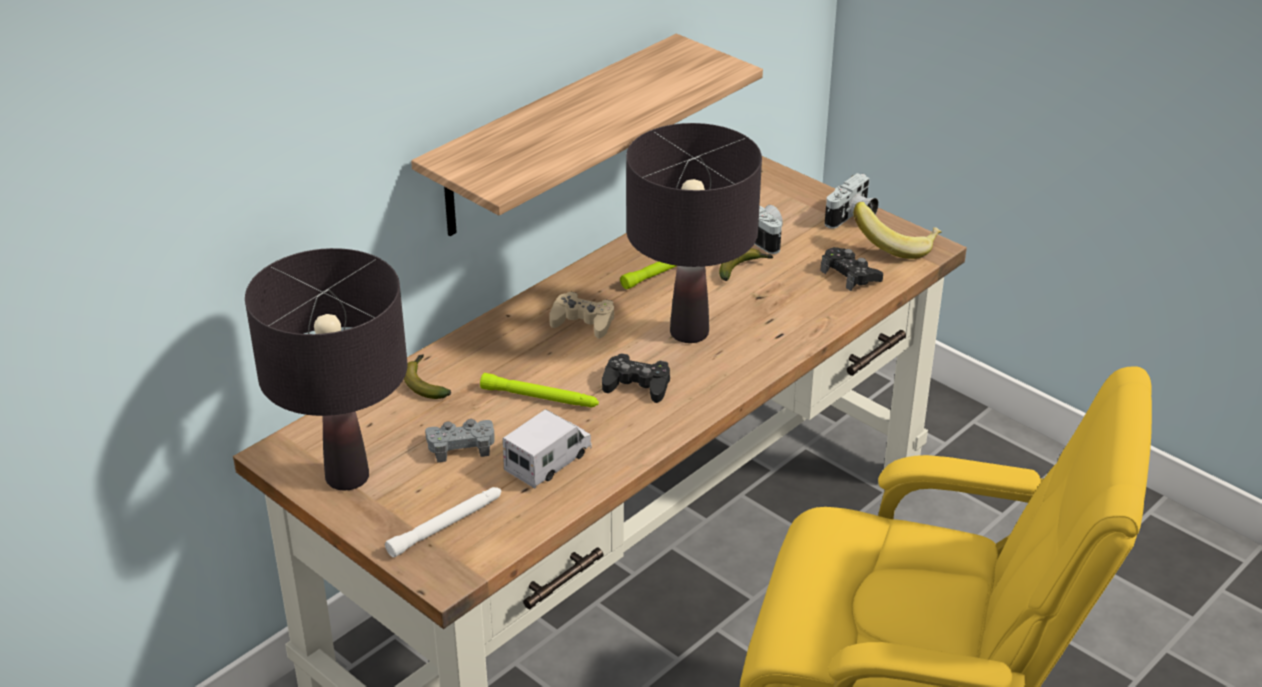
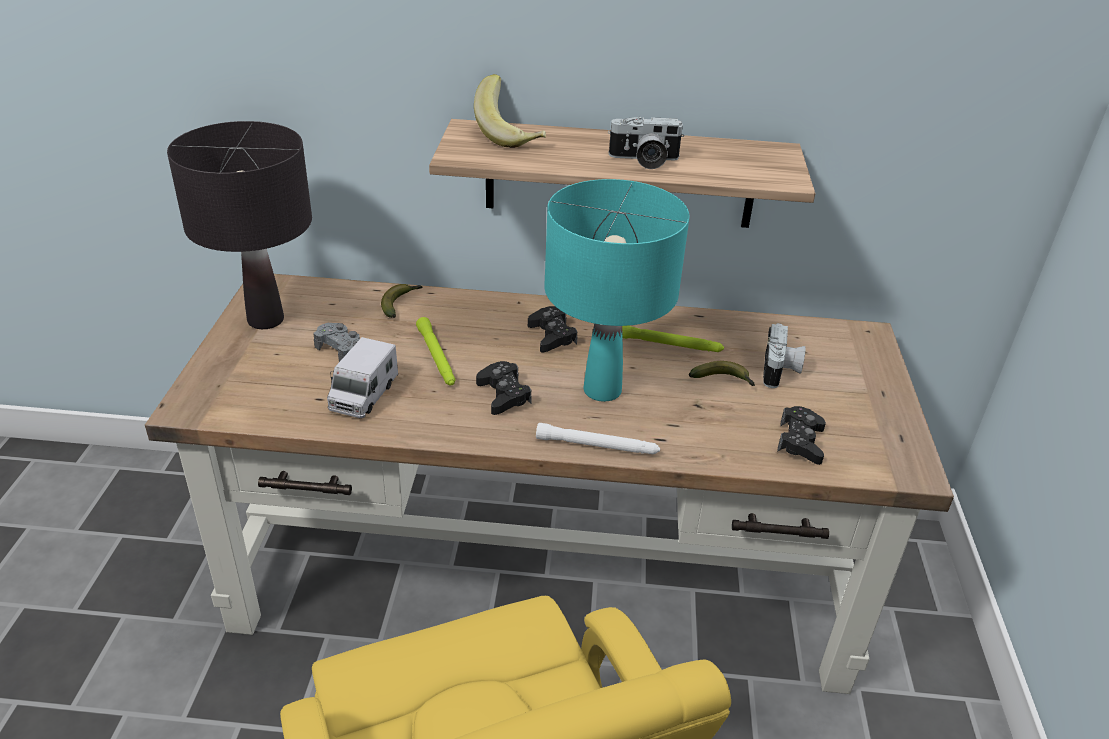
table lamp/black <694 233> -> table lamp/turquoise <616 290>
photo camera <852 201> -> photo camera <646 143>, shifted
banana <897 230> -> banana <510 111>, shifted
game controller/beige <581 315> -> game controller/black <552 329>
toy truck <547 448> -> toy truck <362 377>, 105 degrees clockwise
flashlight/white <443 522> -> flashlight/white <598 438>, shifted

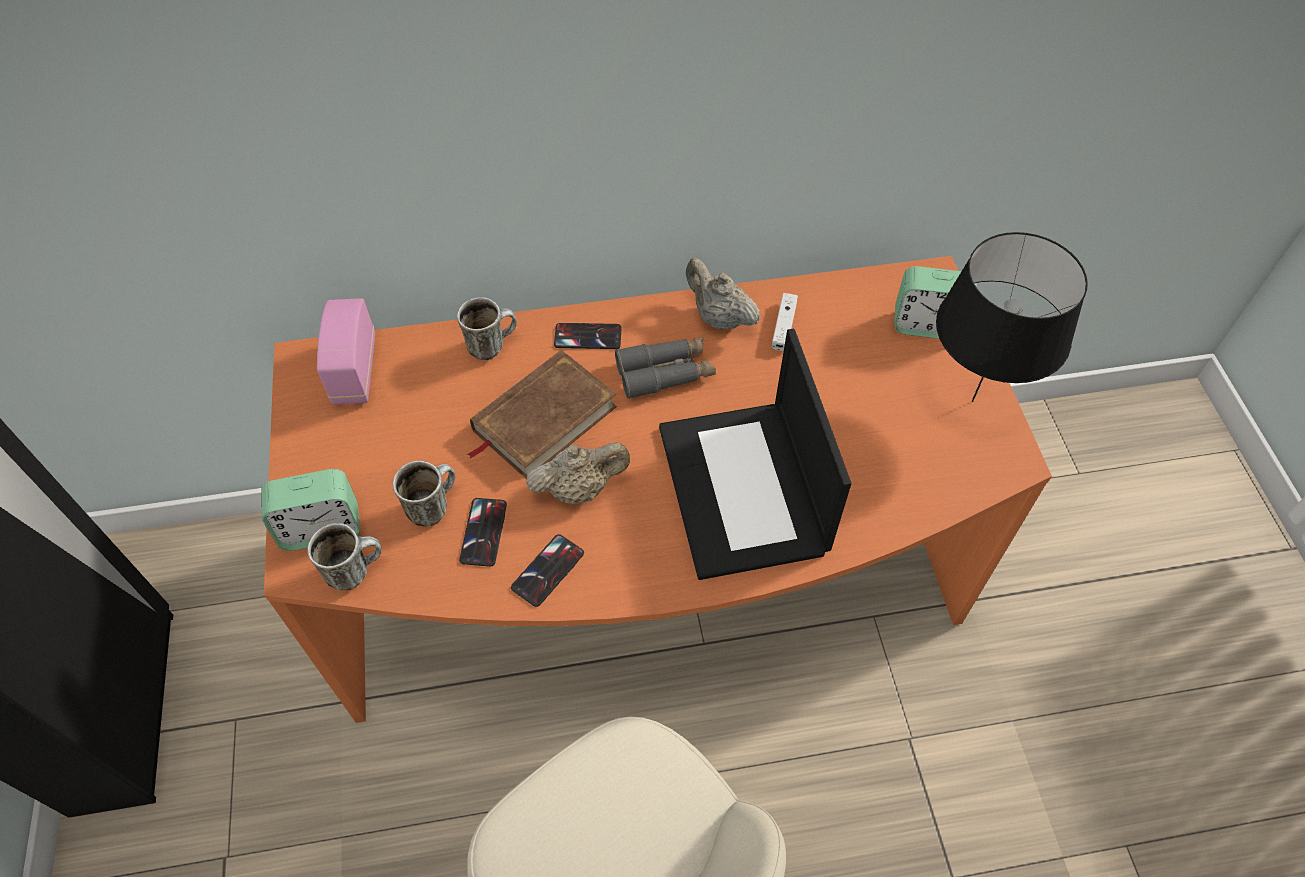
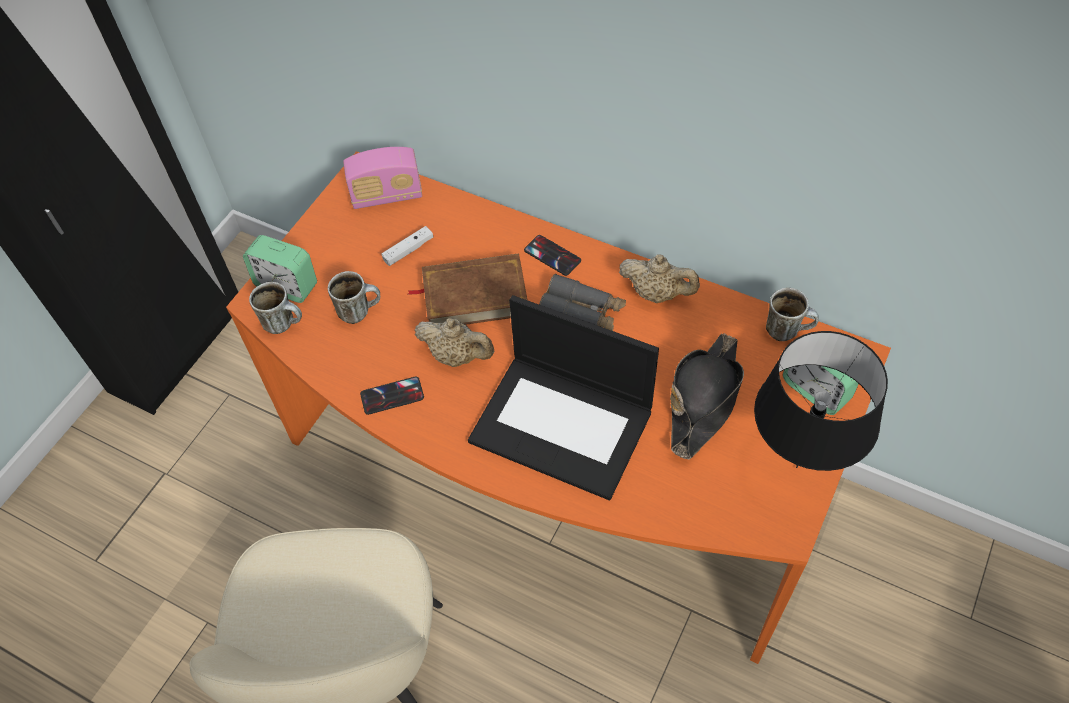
teapot/beige <723 294> -> teapot/beige <659 278>, 120 degrees clockwise
game controller/white <785 322> -> game controller/white <407 246>, shifted
mug <487 328> -> mug <792 314>, shifted
radio <346 351> -> radio <382 178>, 135 degrees counterclockwise
laptop <755 454> -> laptop <563 397>, 90 degrees counterclockwise
phone <483 532> -> none
none -> hat/black <707 396>

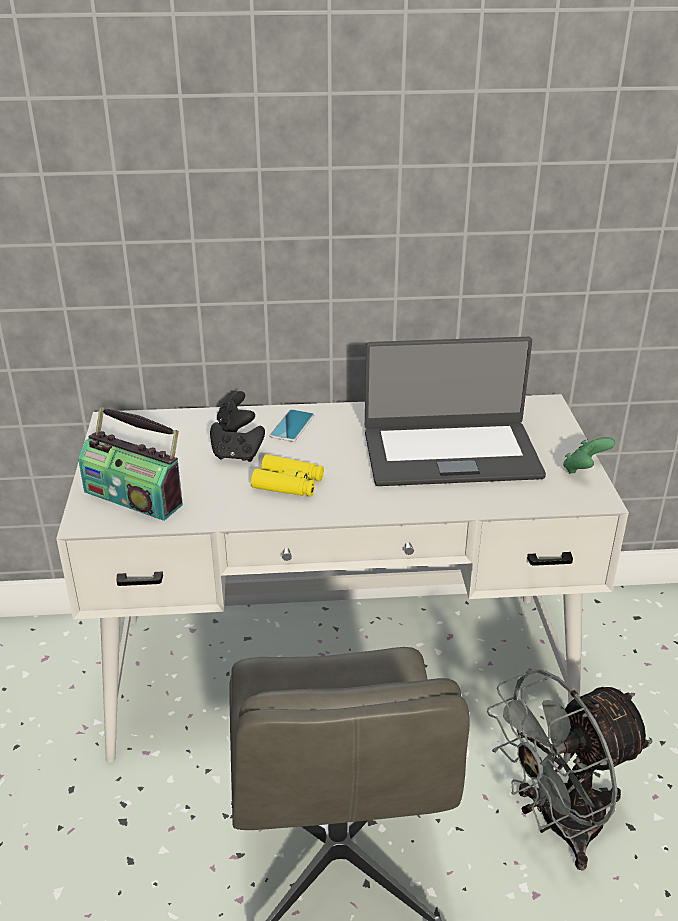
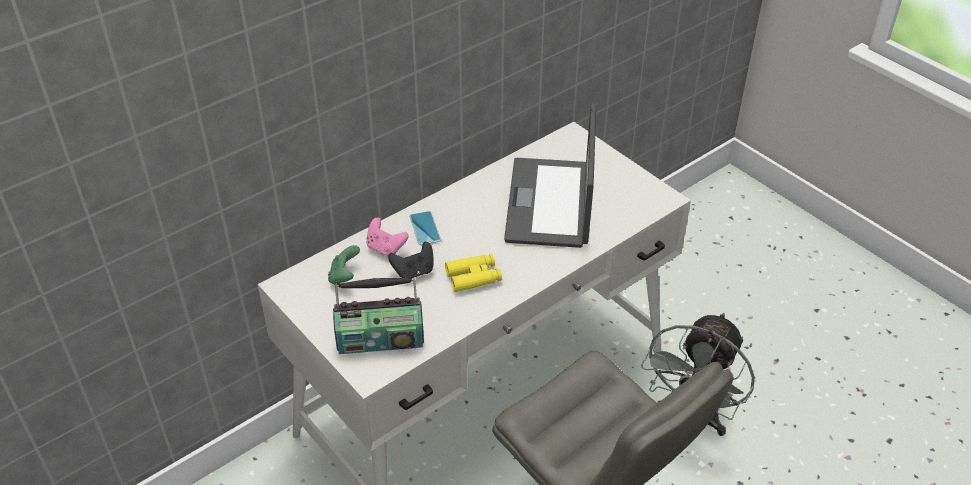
laptop <455 411> -> laptop <550 175>, 135 degrees clockwise
game controller/black <236 411> -> game controller/pink <387 236>
game controller/green <589 455> -> game controller/green <344 265>, shifted

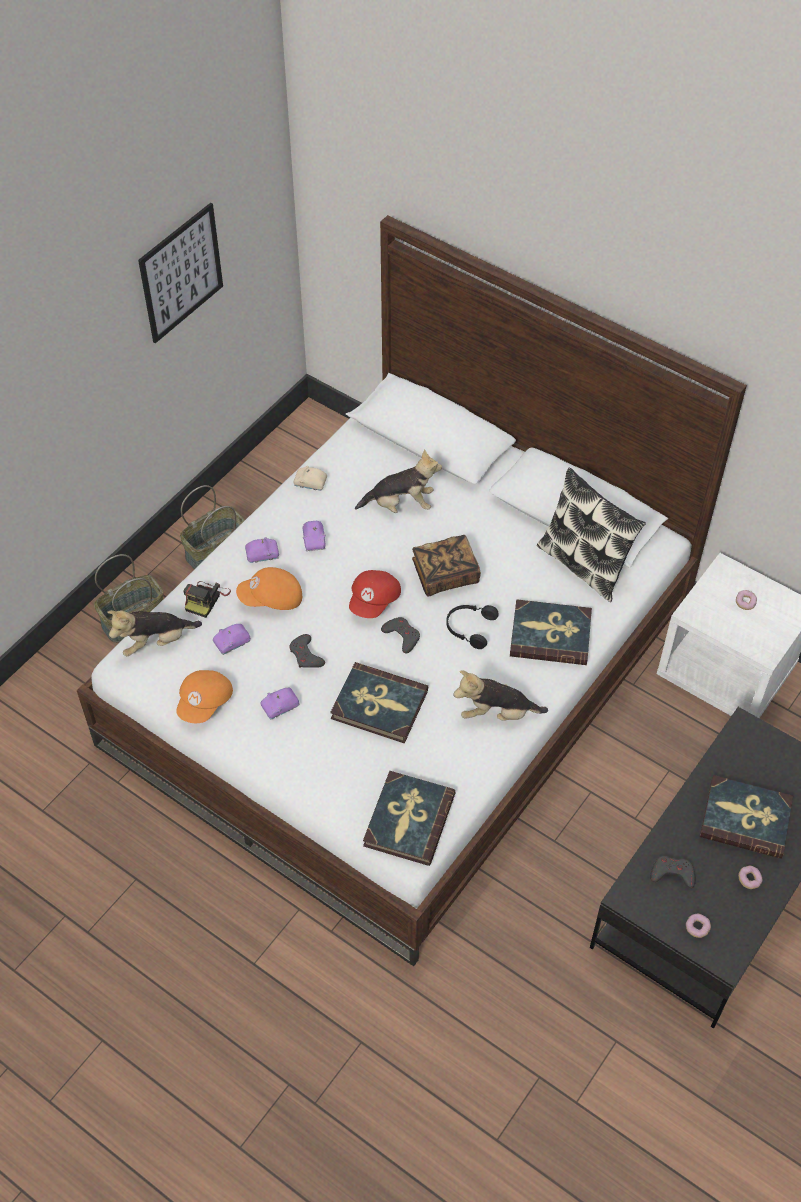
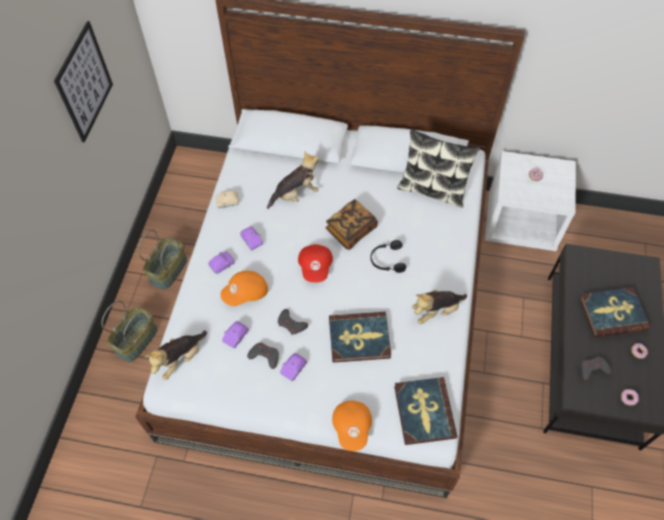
photo camera <207 599> -> none
book <551 632> -> none
game controller/grey <400 635> -> game controller/grey <263 355>, shifted
cap/orange <204 696> -> cap/orange <352 426>, shifted

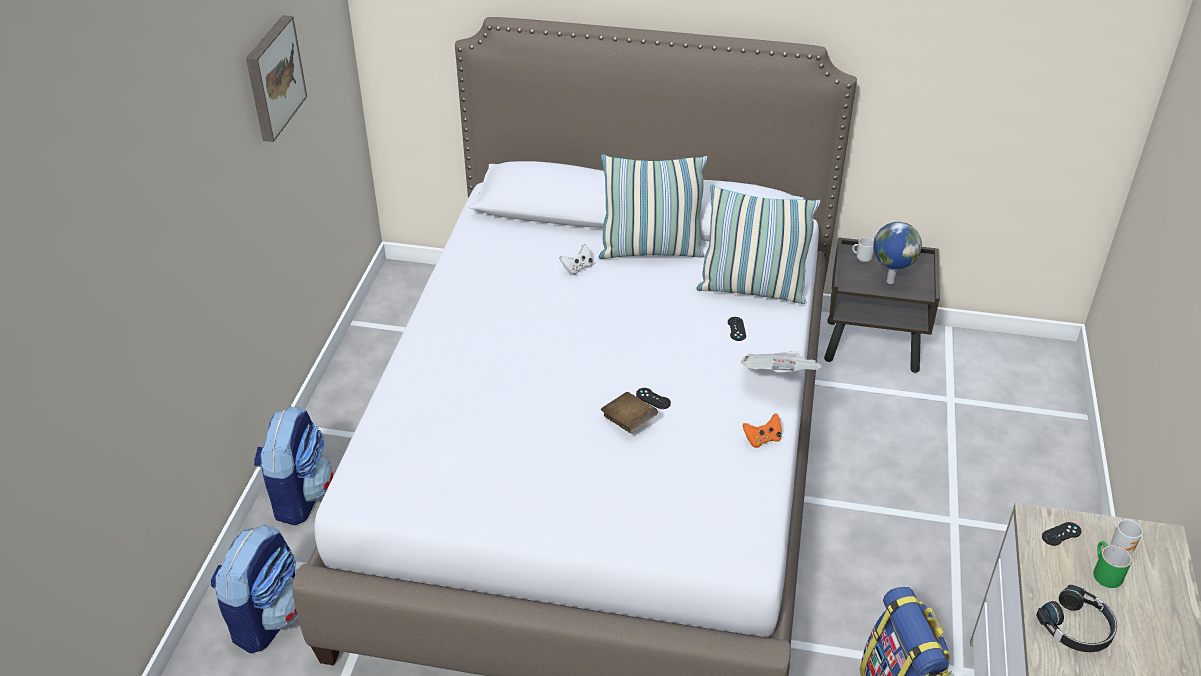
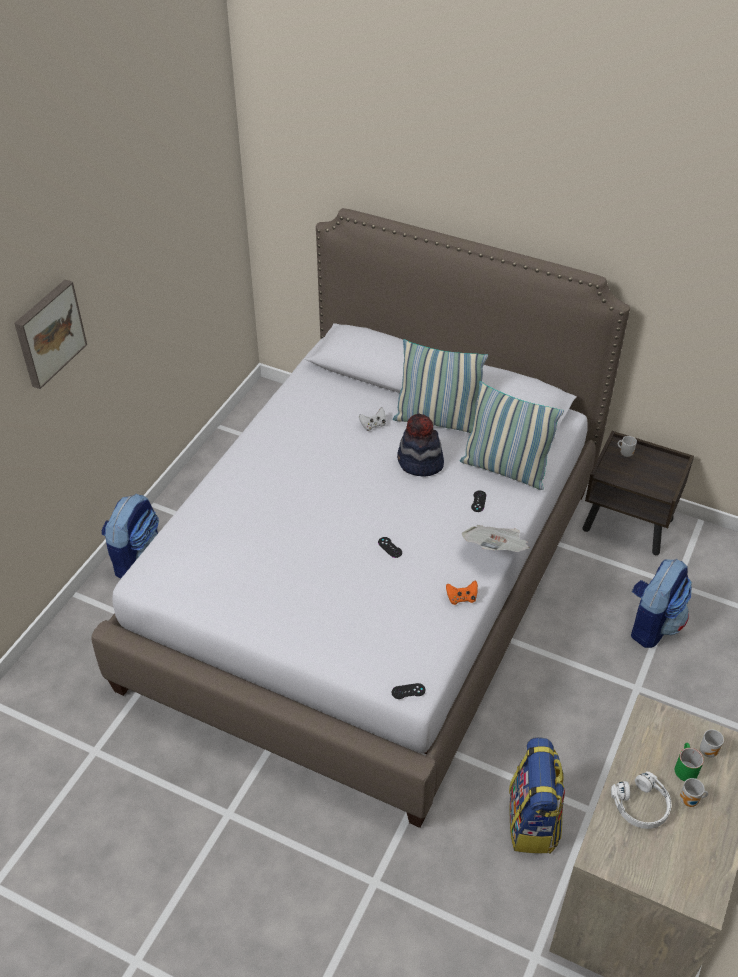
picture <276 78> -> picture <50 334>, shifted
globe <897 253> -> none
book/brown <629 412> -> none
game controller/black <1061 534> -> game controller/black <408 691>, shifted
backpack <254 589> -> backpack <661 603>, shifted
headphones/black <1076 618> -> headphones/white <641 800>
none -> hat <420 445>
none -> mug <694 792>

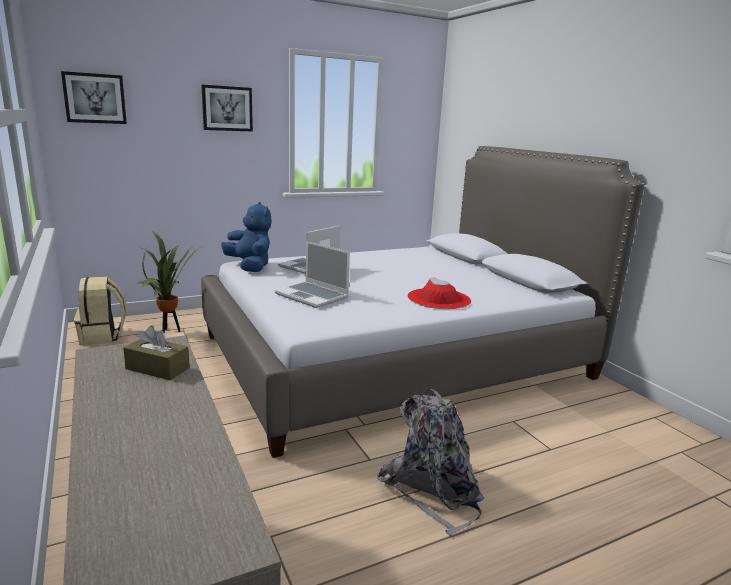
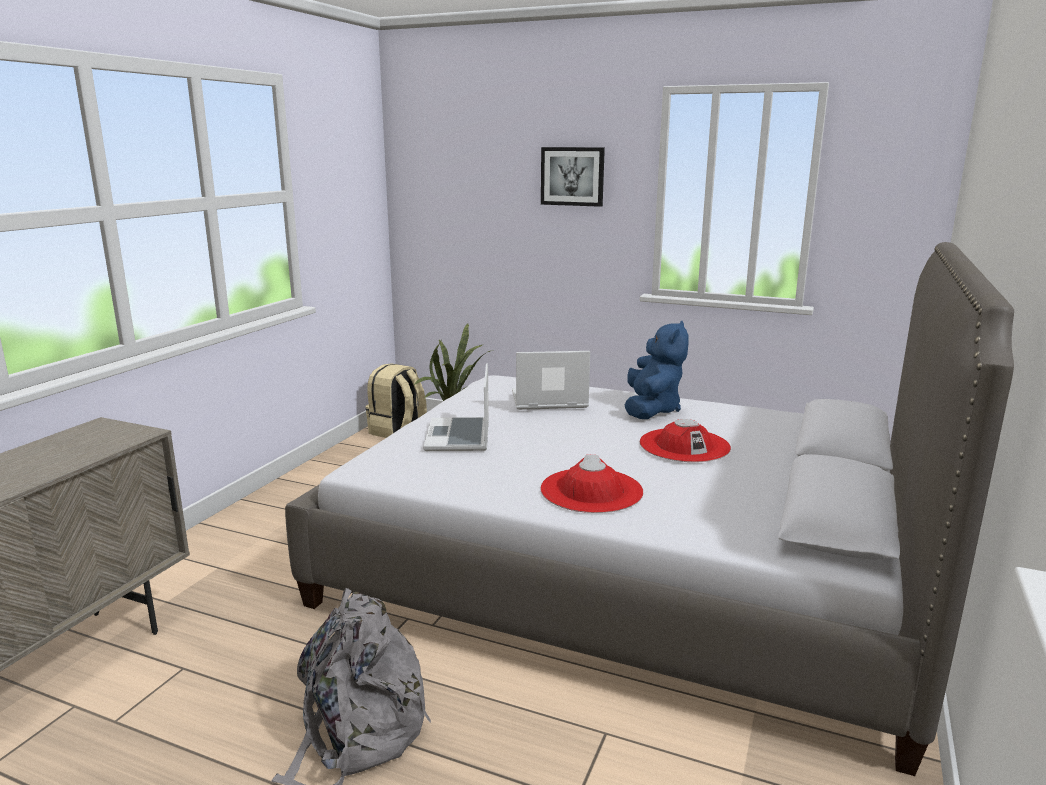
picture <94 97> -> none
plush toy/blue <246 237> -> plush toy/blue <657 370>, shifted
tissue box/brown <156 352> -> none
none -> hat/red <685 440>

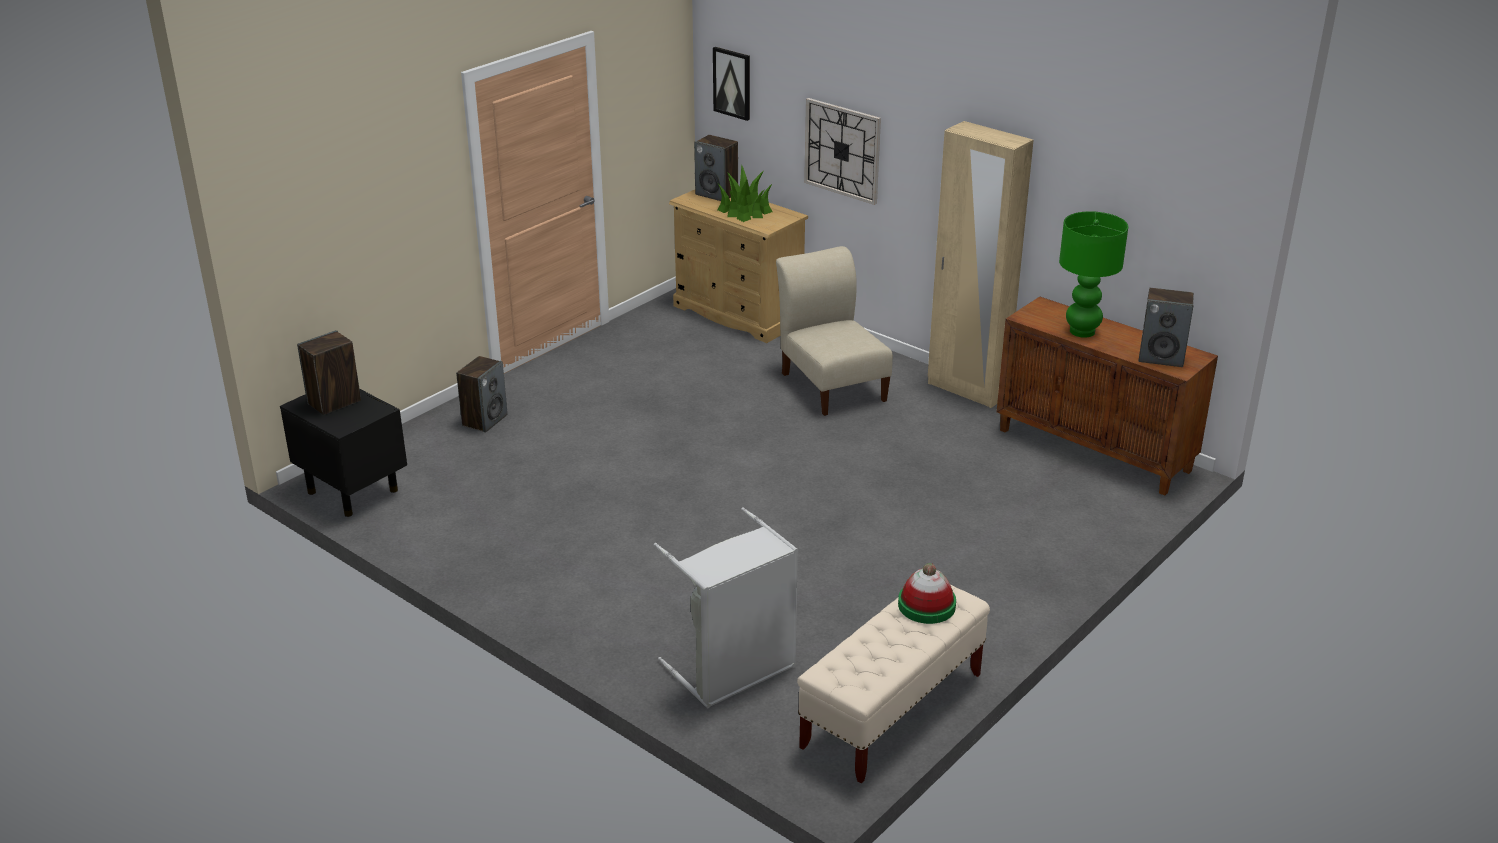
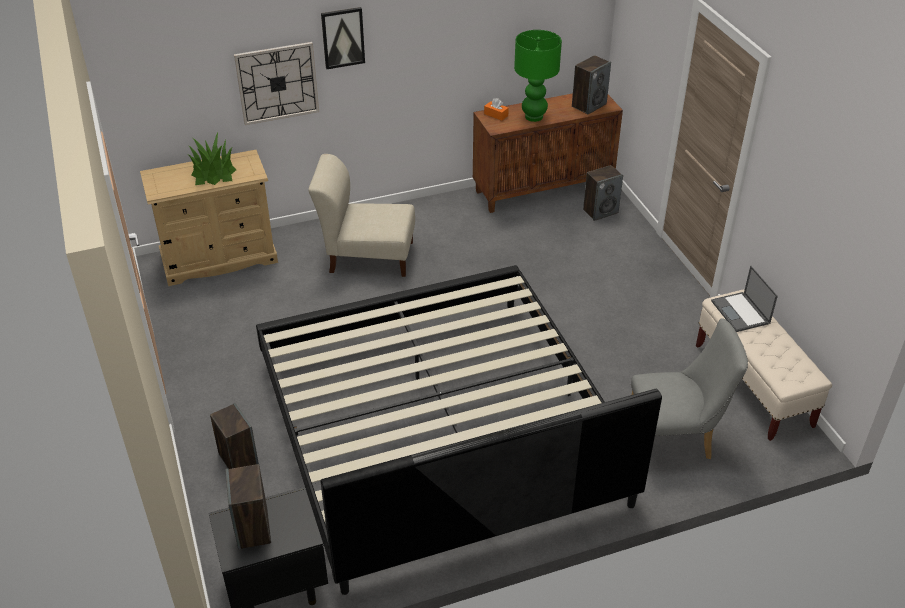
picture <731 84> -> picture <343 38>, shifted
wardrobe/beige <981 264> -> none
speaker <716 168> -> speaker <603 193>, shifted
laundry basket/grey <725 607> -> chair/grey <689 388>
hat <927 593> -> laptop <744 299>
none -> tissue box/orange <496 109>
none -> bed <459 430>

